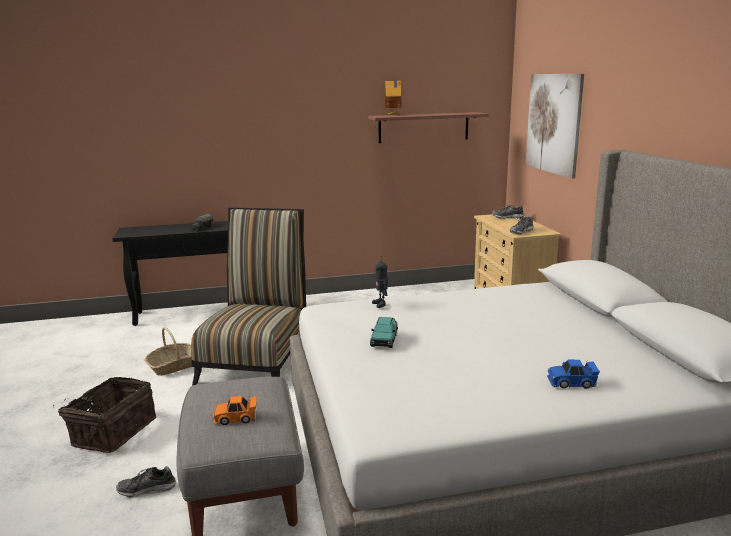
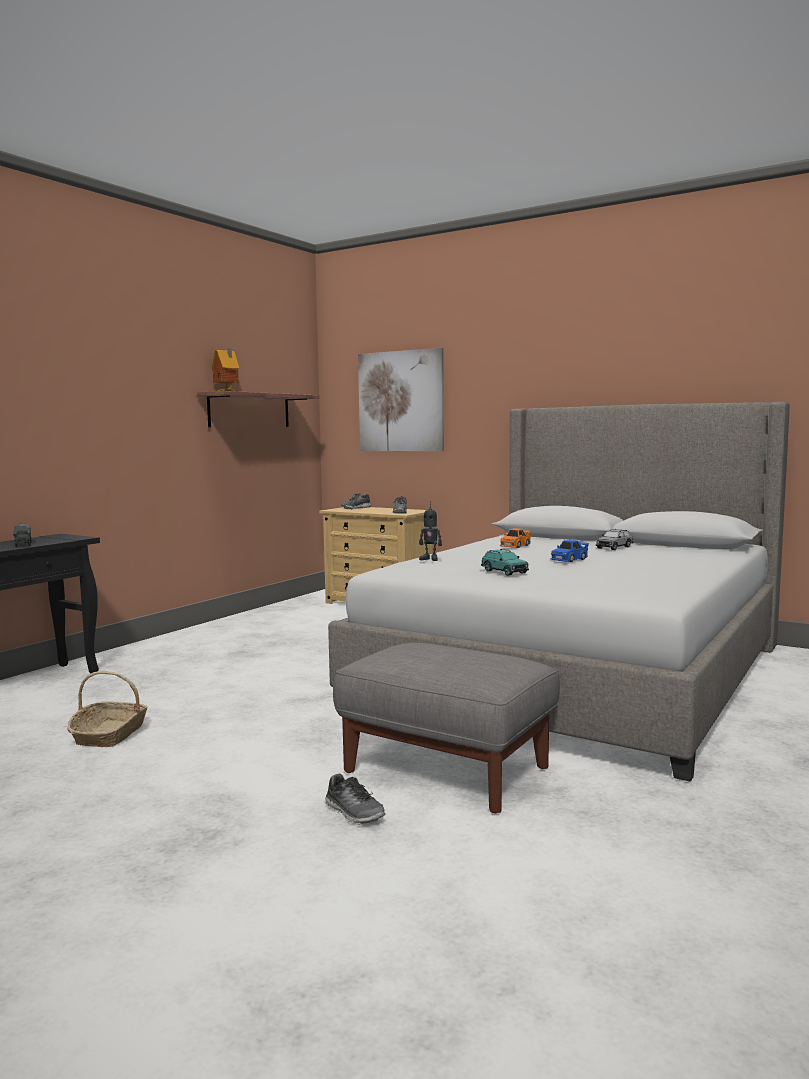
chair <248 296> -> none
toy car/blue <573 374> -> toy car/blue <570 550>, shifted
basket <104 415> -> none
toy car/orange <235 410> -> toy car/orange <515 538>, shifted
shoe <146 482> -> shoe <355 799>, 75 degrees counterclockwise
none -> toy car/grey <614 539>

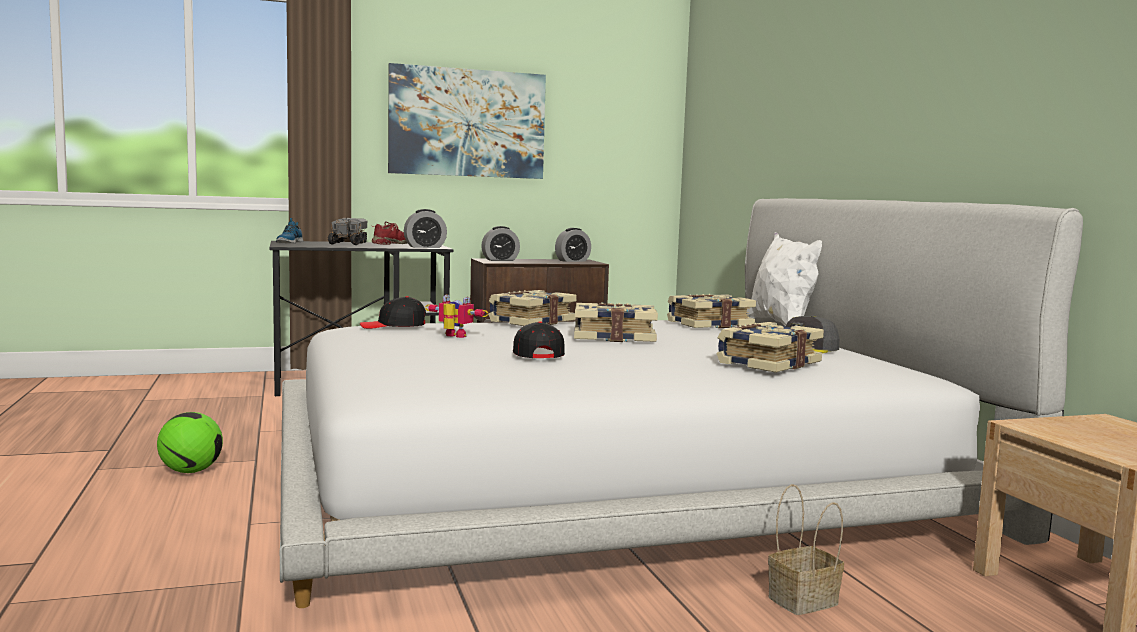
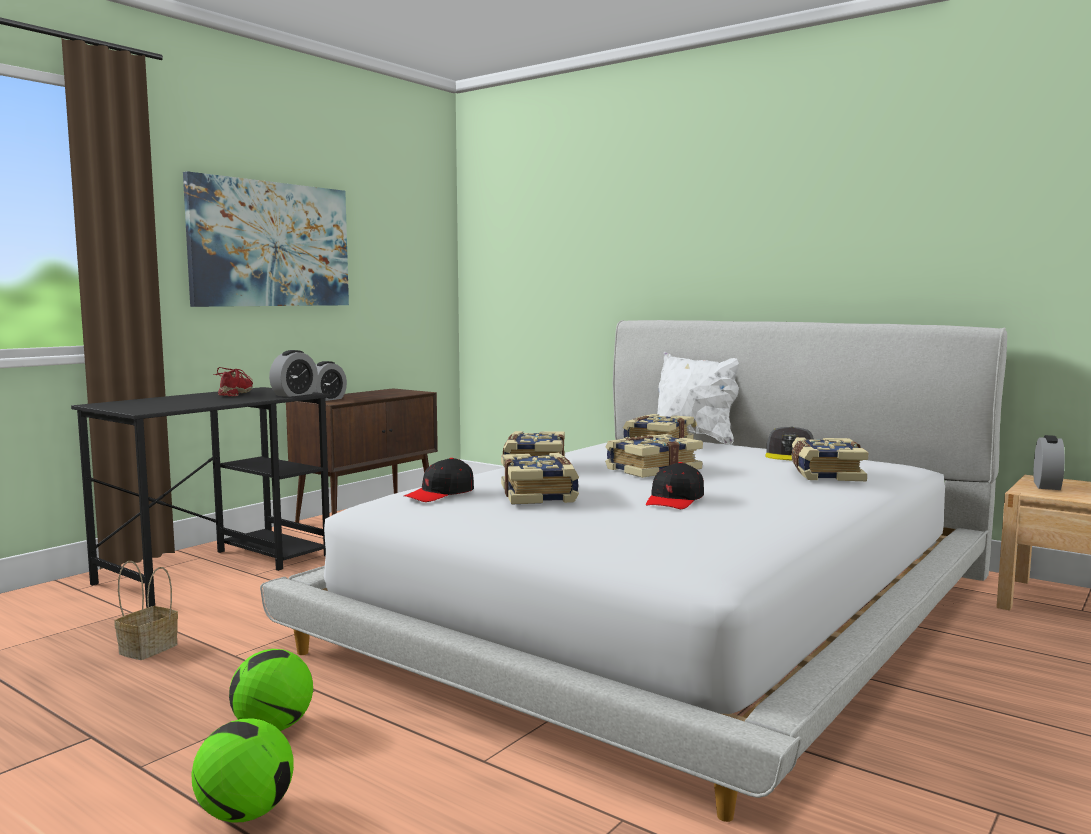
toy truck <347 231> -> none
shoe <289 230> -> none
alarm clock <573 245> -> alarm clock <1049 462>, shifted
toy robot <456 316> -> book <540 478>
cap/black <539 339> -> cap/black <675 485>, 105 degrees counterclockwise
basket <806 549> -> basket <146 610>, shifted
none -> football <242 770>

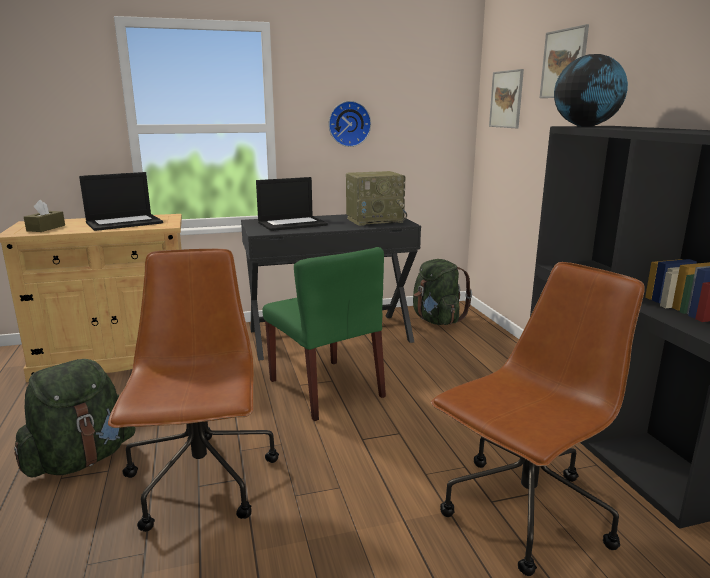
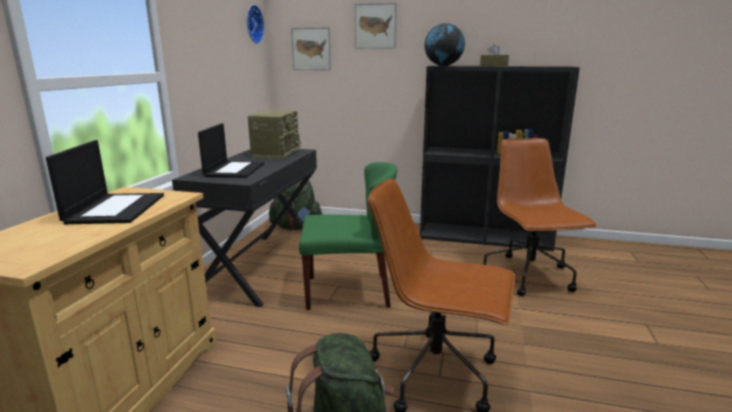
wall clock <350 124> -> wall clock <256 24>, shifted
tissue box/brown <44 216> -> tissue box/brown <494 55>, shifted

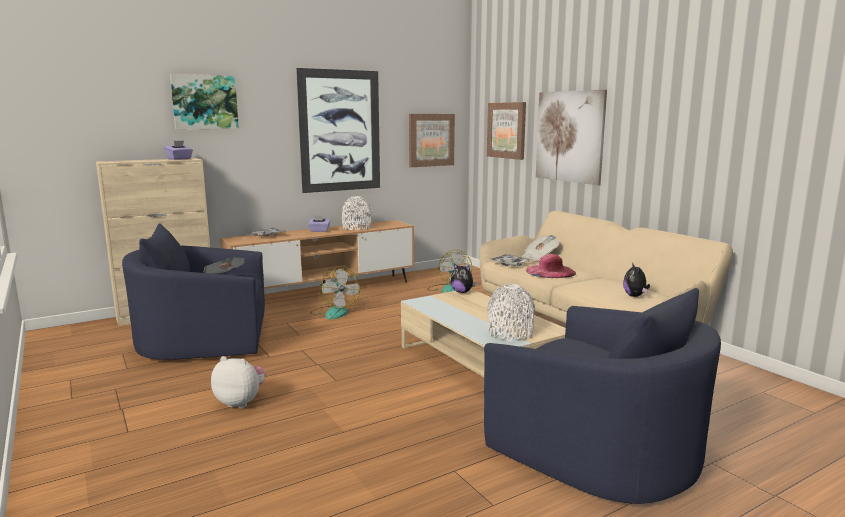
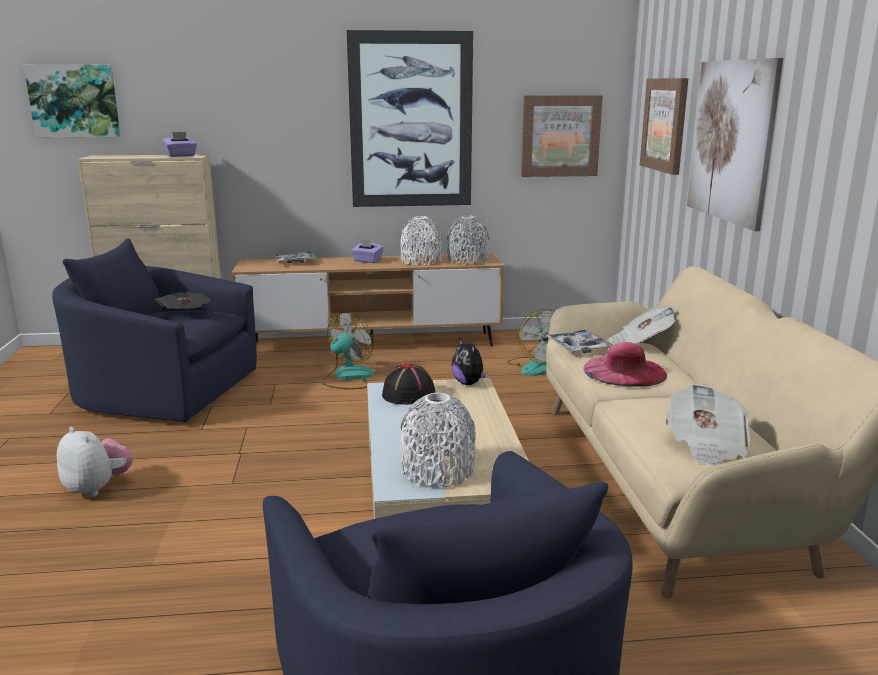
picture <204 102> -> picture <72 101>, shifted
plush toy <636 279> -> newspaper <707 424>
fan <335 293> -> fan <348 350>, 150 degrees counterclockwise
none -> vase/grey <468 240>
none -> hat/black <409 384>

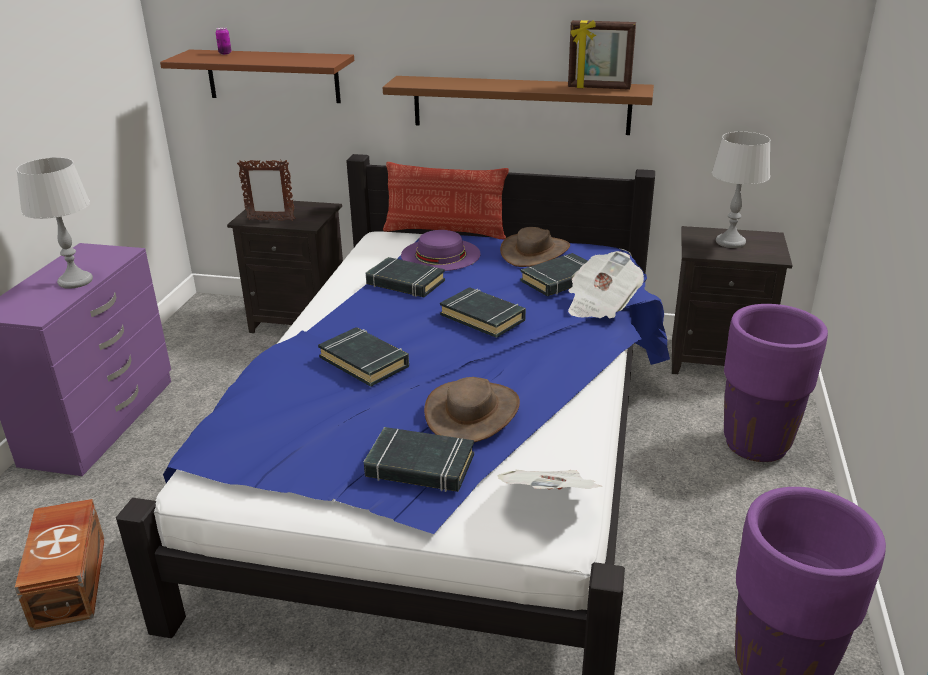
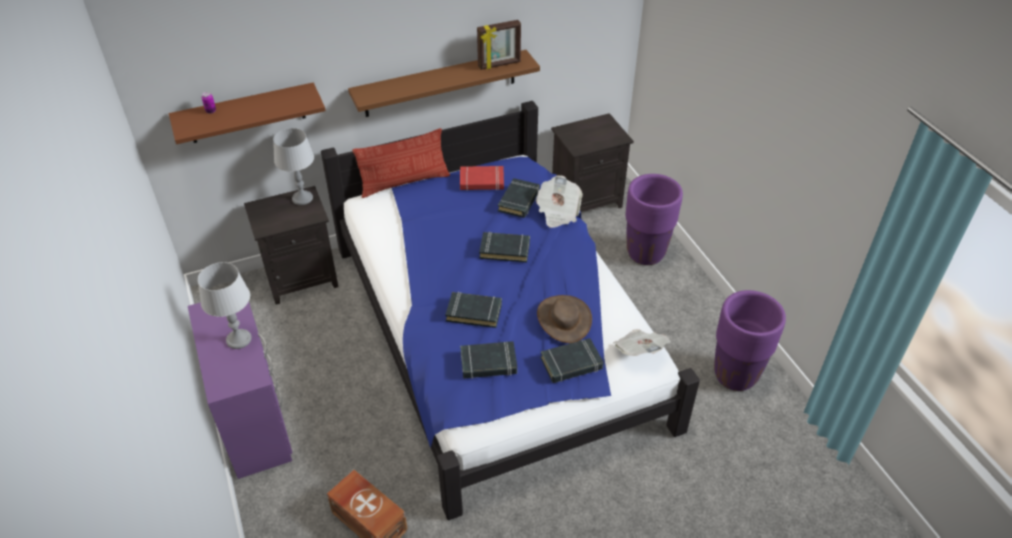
table lamp/grey <741 190> -> table lamp/grey <293 166>, shifted
picture frame <266 190> -> none
hat/brown <535 247> -> book/red <482 178>
hat/purple <441 250> -> none
book/black <405 277> -> book/black <488 360>, shifted

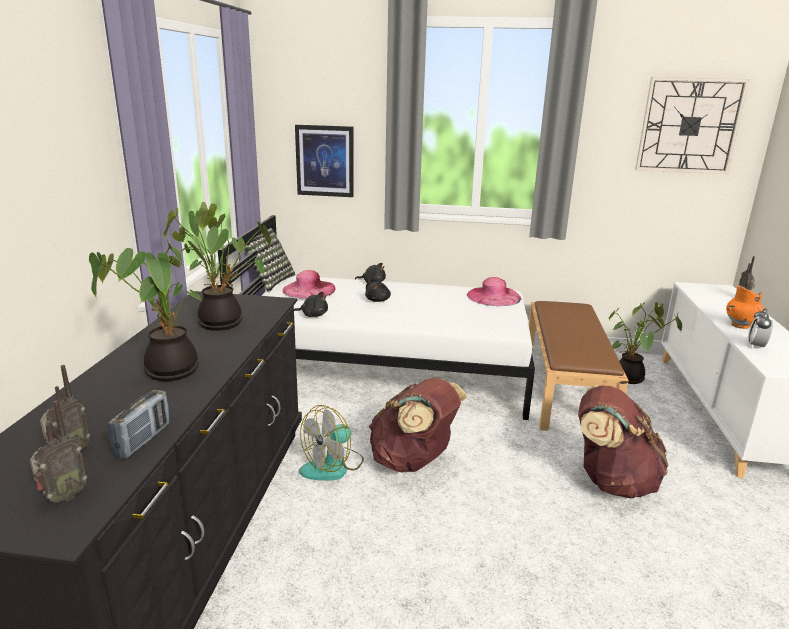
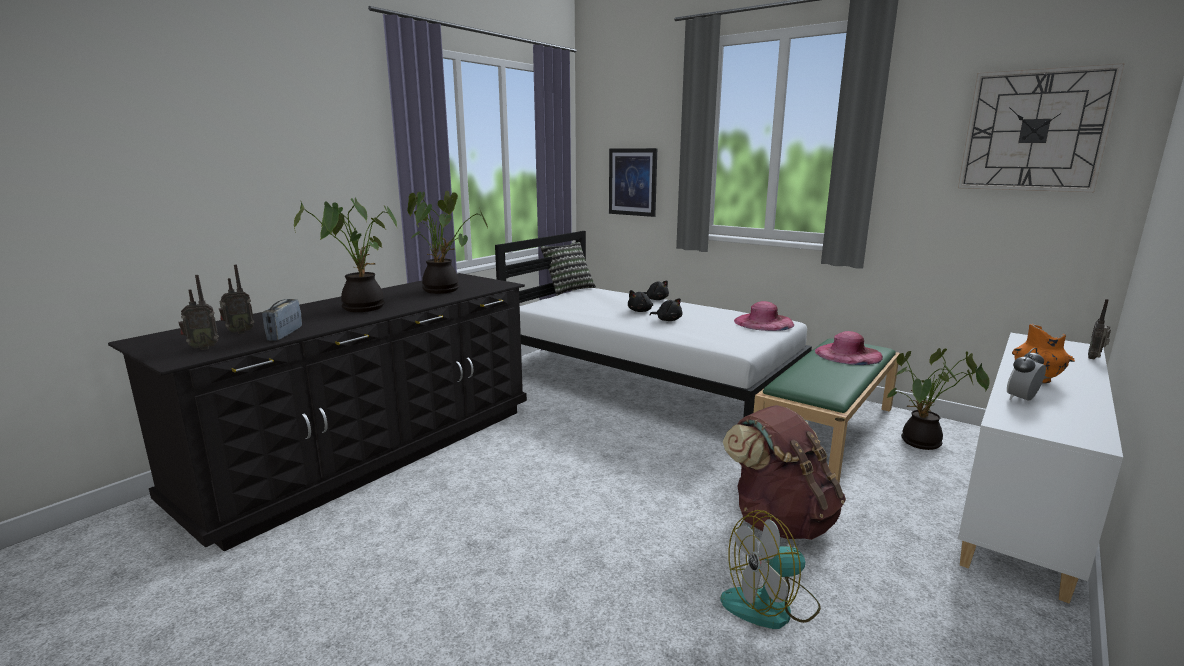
hat/pink <309 284> -> hat/pink <849 348>, shifted
plush toy/black <311 304> -> plush toy/black <666 309>, shifted
bench/brown <579 366> -> bench/green <827 410>
backpack/brown <418 425> -> none
radio <139 424> -> radio <282 320>, 135 degrees clockwise
fan <332 443> -> fan <770 569>, shifted

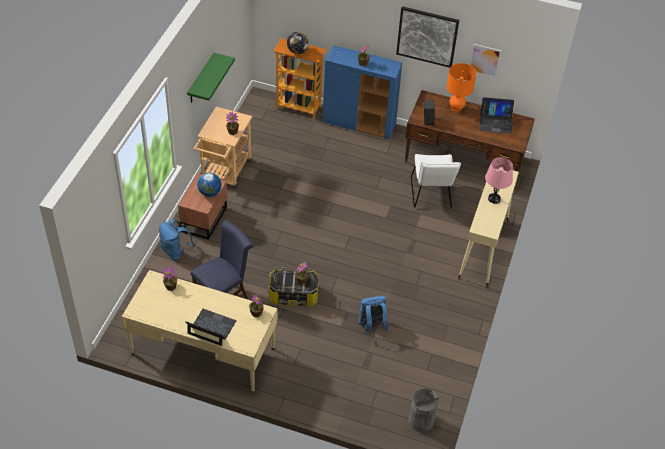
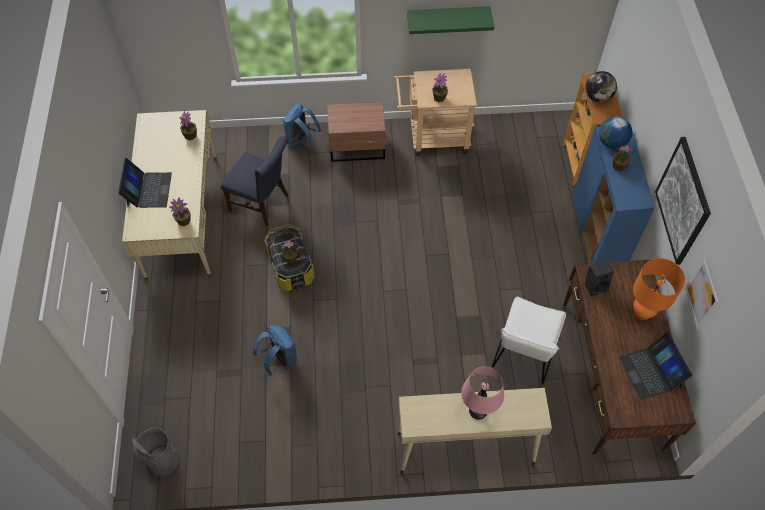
chair/white <436 181> -> chair/white <529 340>, 45 degrees counterclockwise
globe <209 185> -> globe <615 132>, shifted

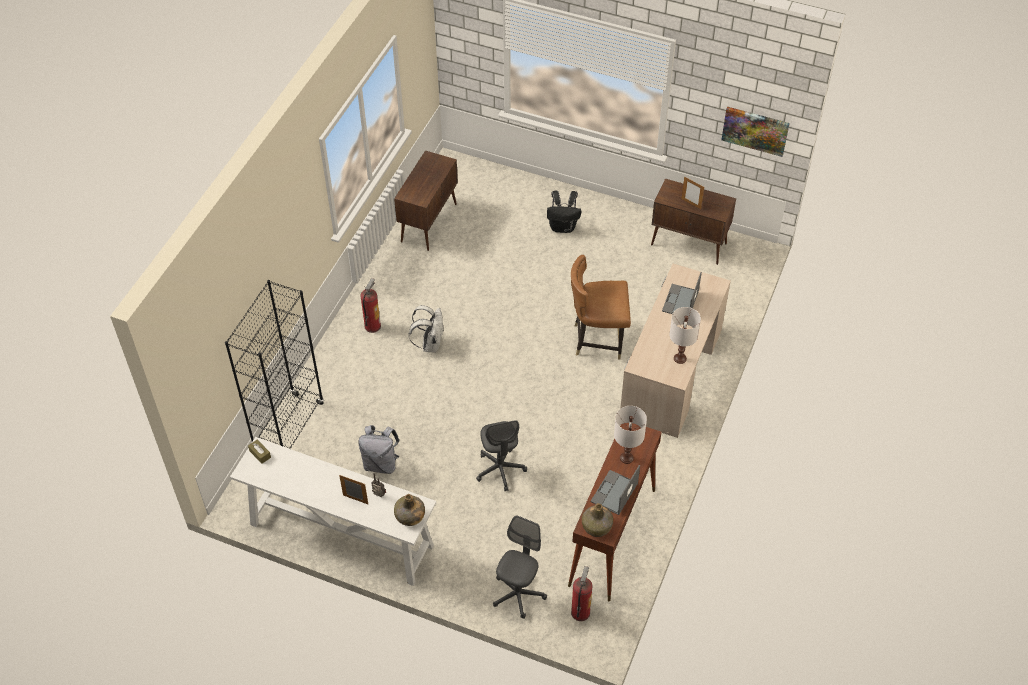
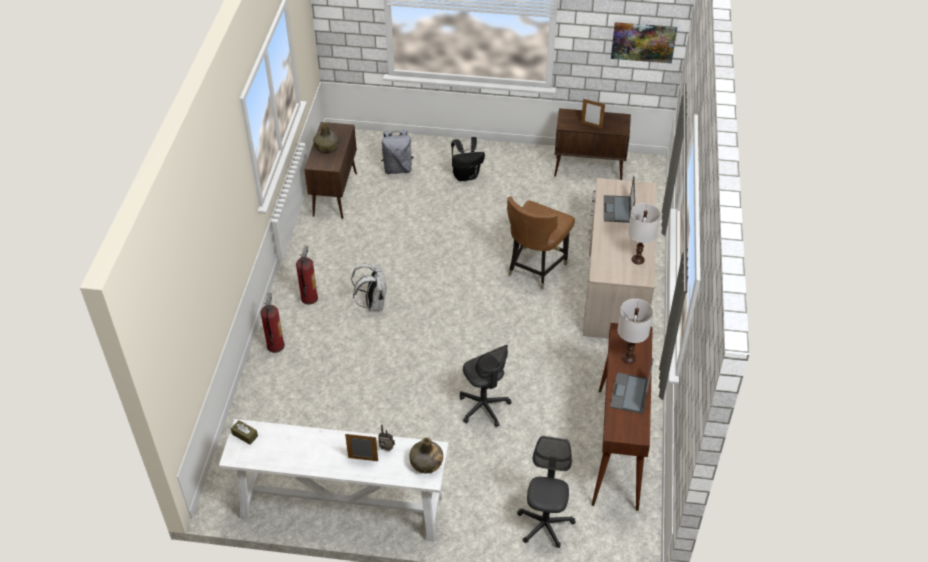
chair/brown <601 307> -> chair/brown <541 243>, 45 degrees counterclockwise
bookcase/black <274 364> -> none
backpack/grey <379 449> -> backpack/grey <397 151>, shifted
bottle/green <597 520> -> bottle/green <326 138>, shifted
fire extinguisher <581 593> -> fire extinguisher <272 323>, shifted

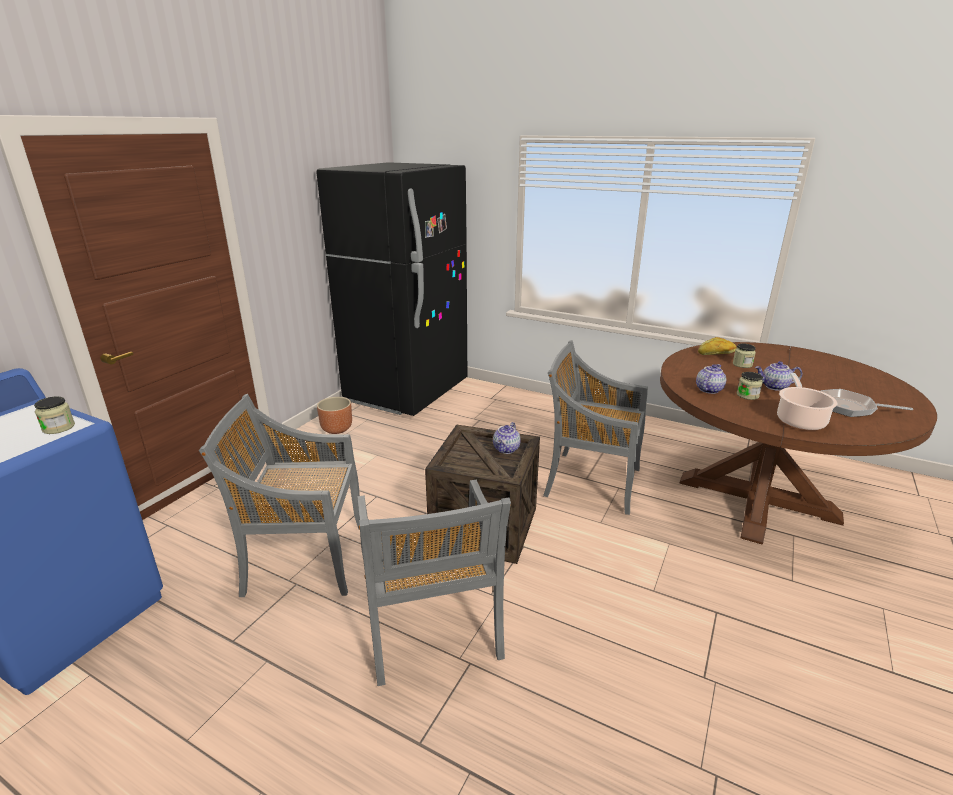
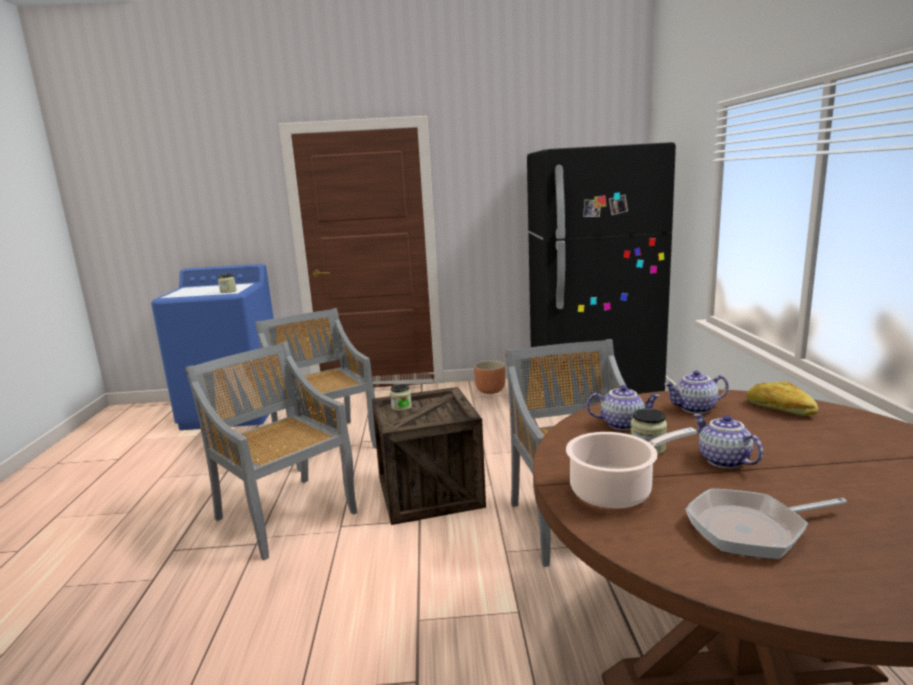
jar <744 355> -> jar <401 397>, shifted
frying pan <867 403> -> frying pan <766 524>, 90 degrees counterclockwise
teapot <506 438> -> teapot <696 392>, shifted
chair/grey <434 583> -> chair/grey <271 451>, 90 degrees clockwise

